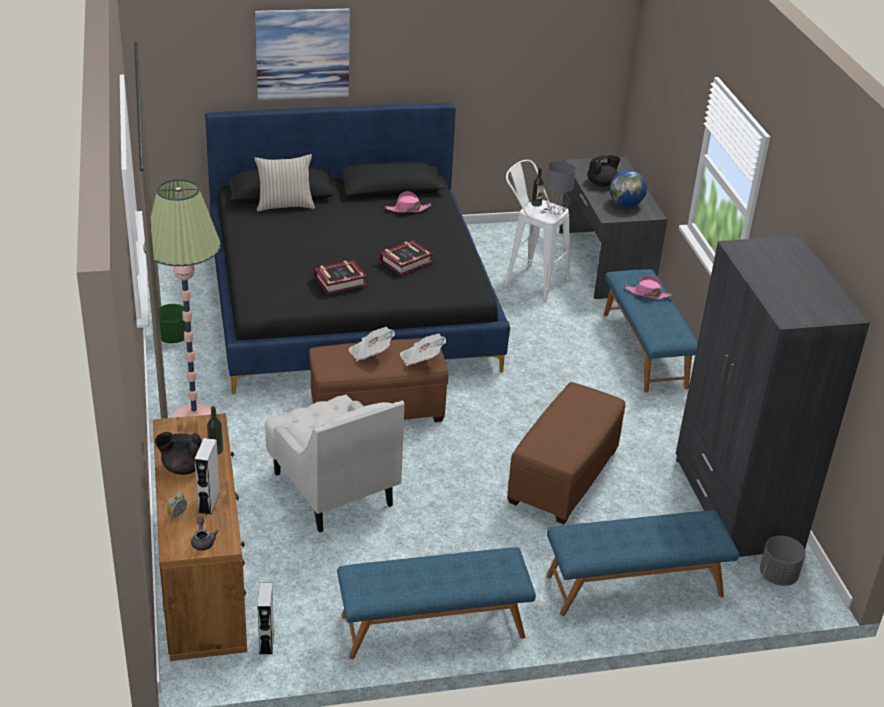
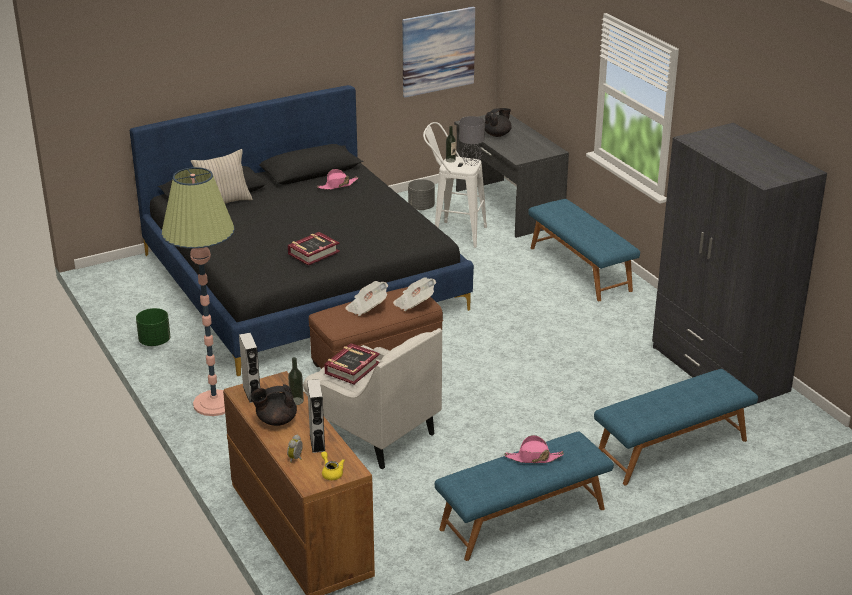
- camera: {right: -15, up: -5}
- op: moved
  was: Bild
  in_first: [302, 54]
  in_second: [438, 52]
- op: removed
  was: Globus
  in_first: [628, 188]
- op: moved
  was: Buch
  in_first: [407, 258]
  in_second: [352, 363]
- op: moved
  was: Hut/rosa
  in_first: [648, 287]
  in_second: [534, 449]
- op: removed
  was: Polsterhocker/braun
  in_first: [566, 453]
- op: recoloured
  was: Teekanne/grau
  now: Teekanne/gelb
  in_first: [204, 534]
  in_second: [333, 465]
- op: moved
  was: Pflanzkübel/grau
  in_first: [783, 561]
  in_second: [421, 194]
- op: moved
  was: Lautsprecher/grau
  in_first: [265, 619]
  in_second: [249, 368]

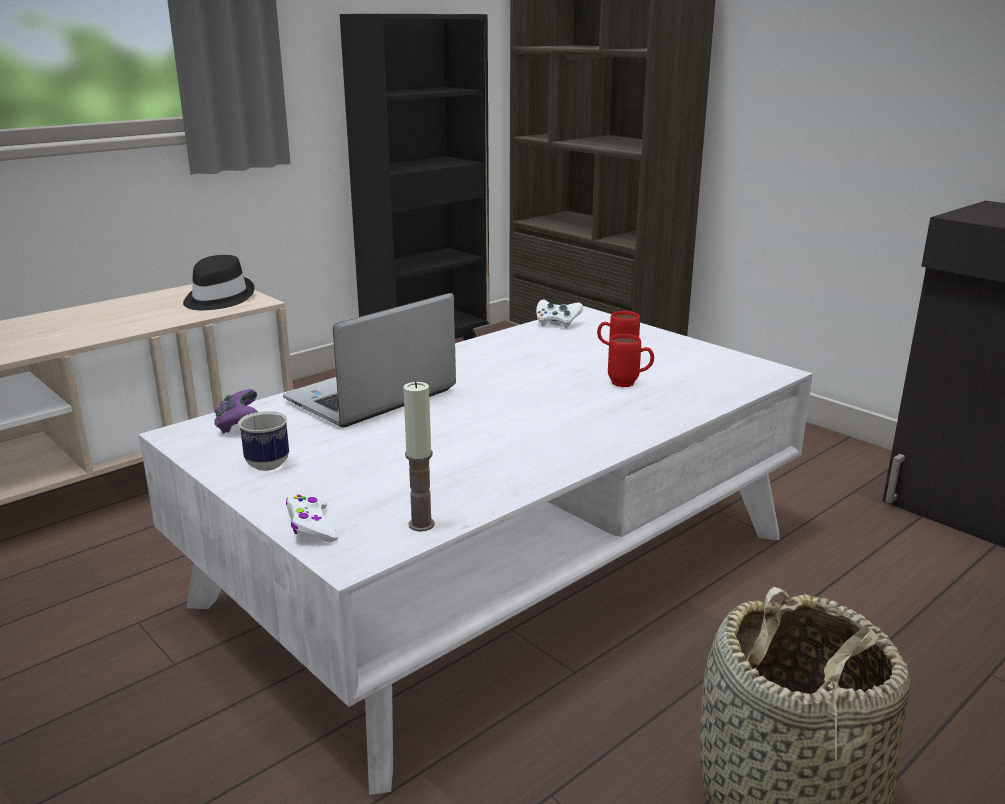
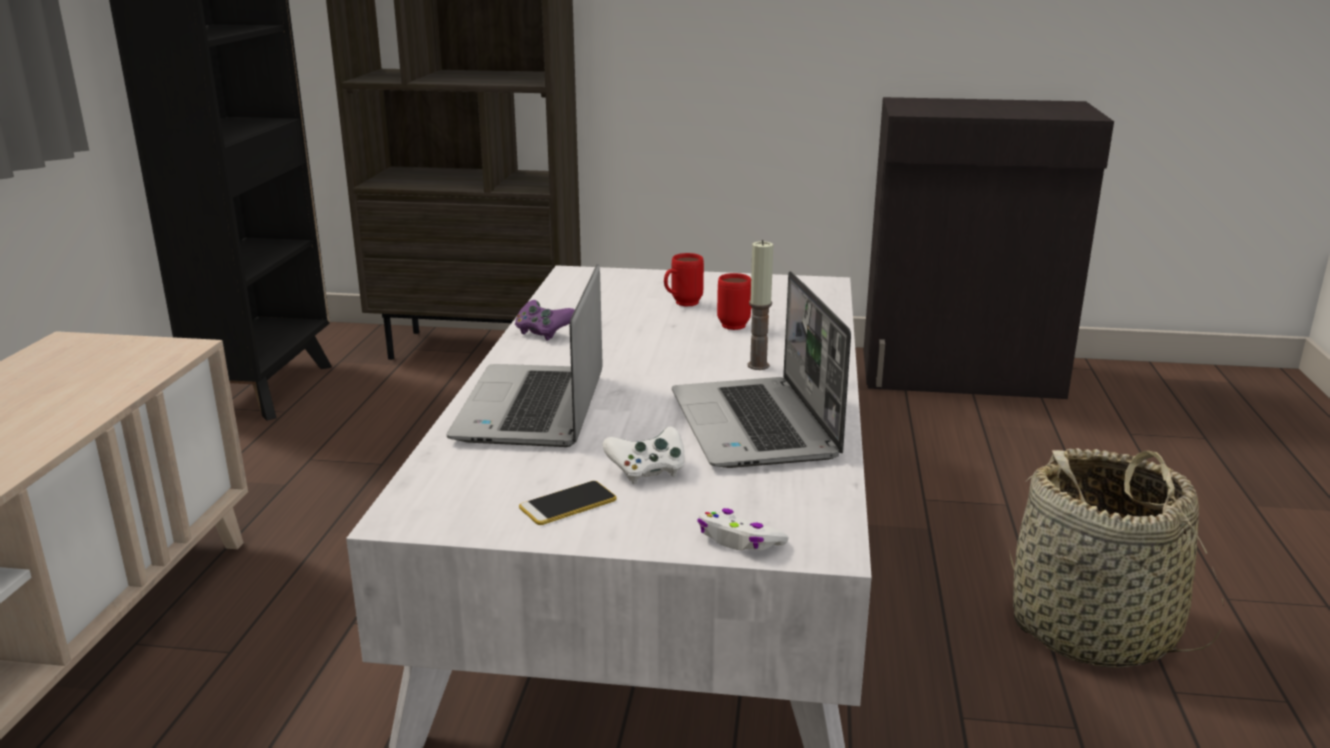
- camera: {right: -40, up: 0}
- op: removed
  was: Hut/schwarz
  in_first: [219, 282]
- op: moved
  was: Gamepad/weiß
  in_first: [559, 314]
  in_second: [644, 455]
- op: moved
  was: Kerze
  in_first: [419, 456]
  in_second: [760, 305]
- op: moved
  was: Gamepad/lila
  in_first: [236, 411]
  in_second: [545, 320]
- op: replaced
  was: Henkelbecher
  now: Handy
  in_first: [263, 441]
  in_second: [568, 503]
- op: added
  now: Laptop
  in_second: [761, 369]

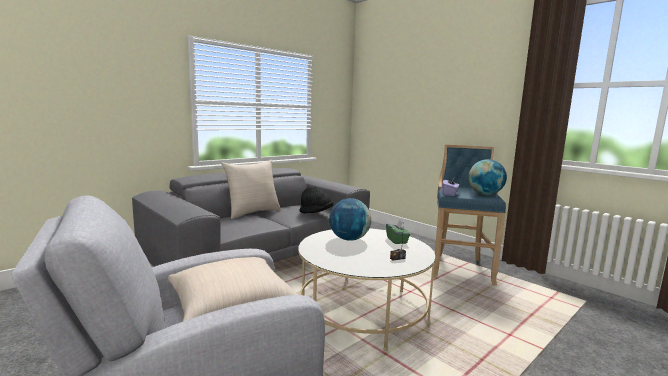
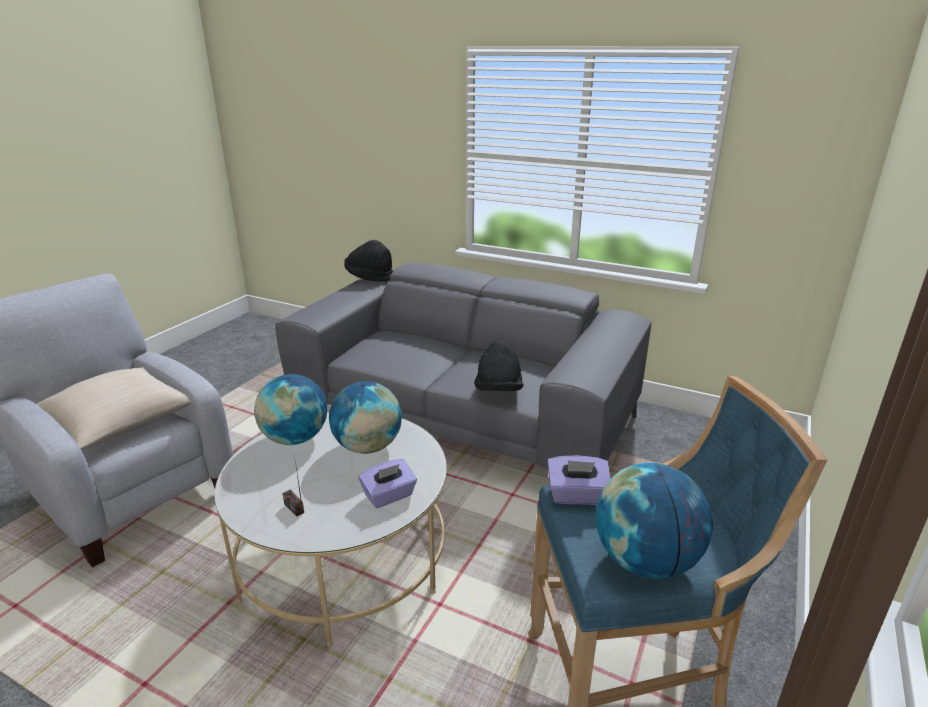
- camera: {right: 70, up: 15}
- op: removed
  was: Kissen/beige
  in_first: [251, 189]
- op: recoloured
  was: Taschentuchbox/grün
  now: Taschentuchbox/lila
  in_first: [398, 231]
  in_second: [388, 483]
- op: added
  now: Hut/schwarz
  in_second: [368, 261]
- op: added
  now: Globus
  in_second: [290, 409]

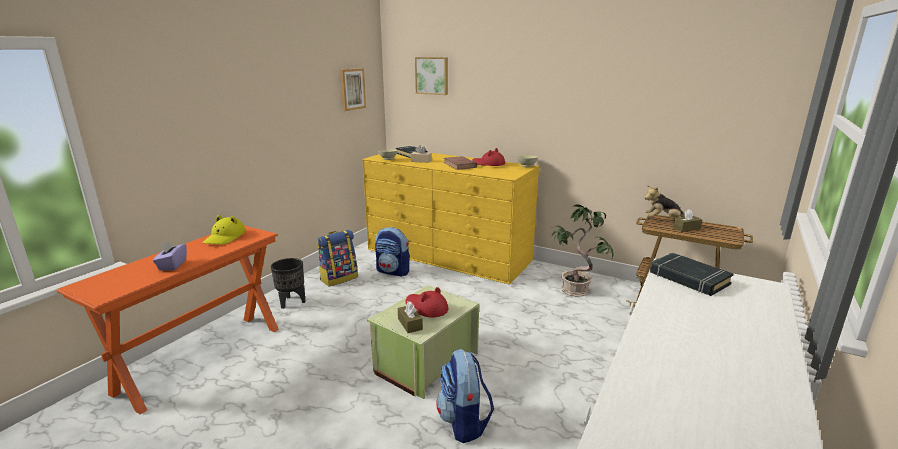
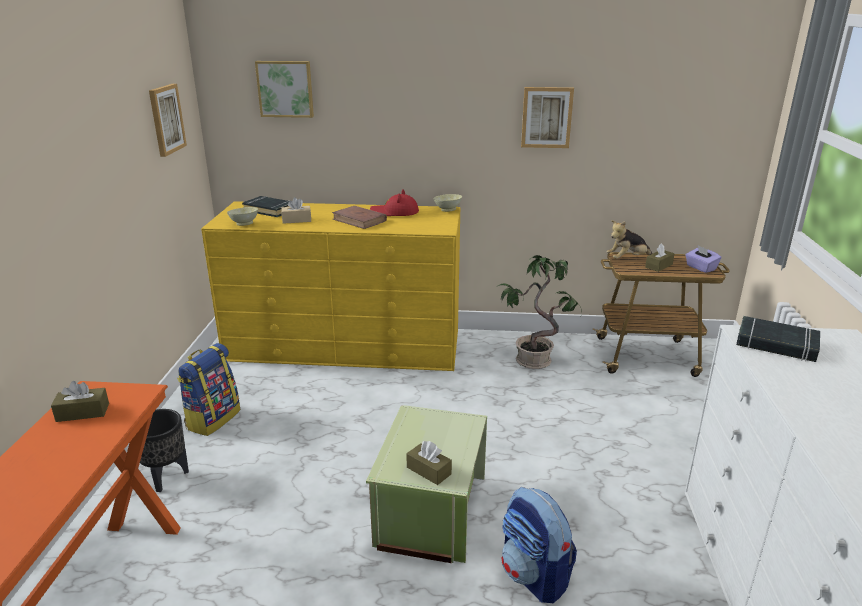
- camera: {right: -25, up: 5}
- op: replaced
  was: Hut/gelb
  now: Taschentuchbox/braun
  in_first: [224, 230]
  in_second: [80, 401]
- op: removed
  was: Rucksack
  in_first: [392, 252]
- op: moved
  was: Taschentuchbox/lila
  in_first: [170, 256]
  in_second: [703, 259]
- op: removed
  was: Hut/rot
  in_first: [427, 302]
- op: added
  now: Bild
  in_second: [547, 117]

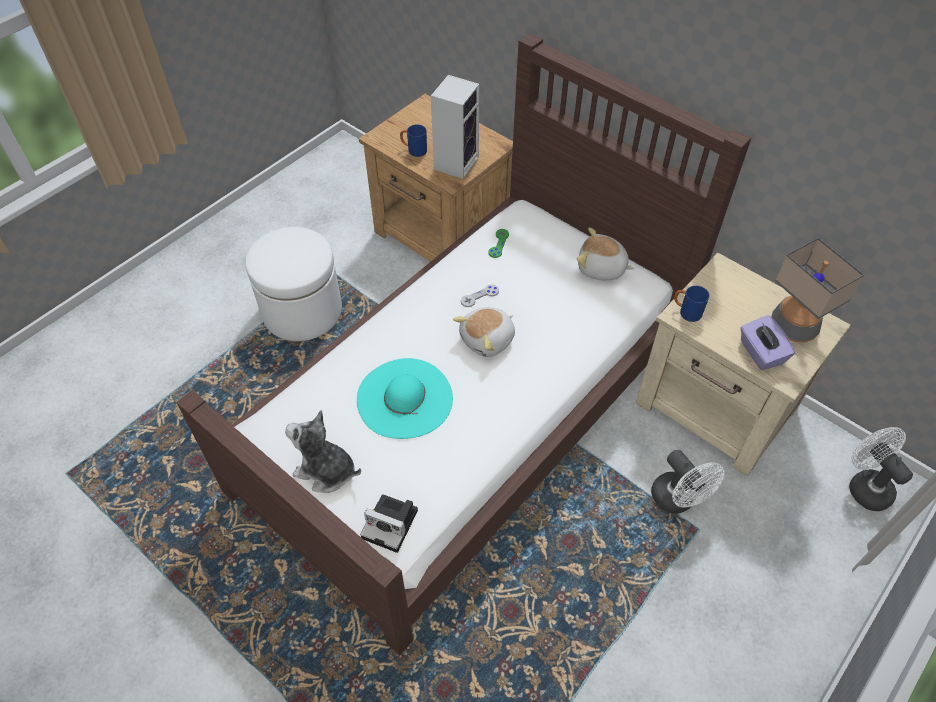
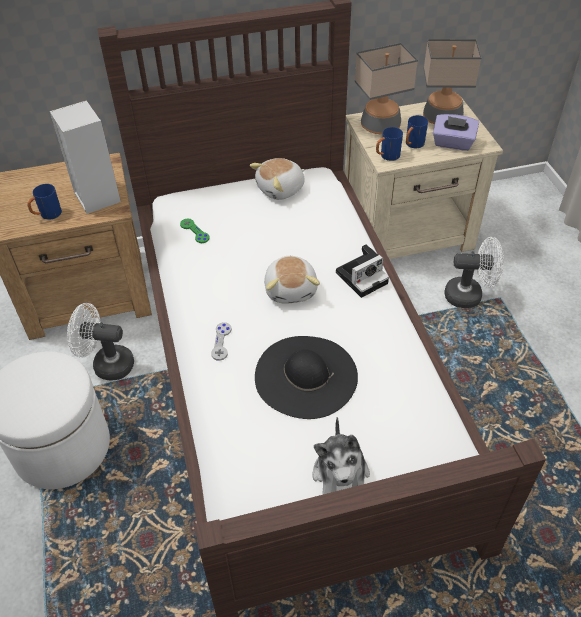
- camera: {right: -55, up: -5}
- op: moved
  was: Gamepad/grau
  in_first: [480, 295]
  in_second: [221, 341]
- op: recoloured
  was: Hut/türkis
  now: Hut/schwarz
  in_first: [405, 398]
  in_second: [306, 377]
- op: turned
  was: Plüschtier
  in_first: [323, 451]
  in_second: [341, 456]
  clockwise: -60
- op: moved
  was: Ventilator/weiß
  in_first: [881, 469]
  in_second: [100, 341]
- op: moved
  was: Kamera
  in_first: [389, 524]
  in_second: [362, 271]
- op: added
  now: Tischlampe
  in_second: [386, 89]
- op: added
  now: Henkelbecher/blau
  in_second: [417, 131]

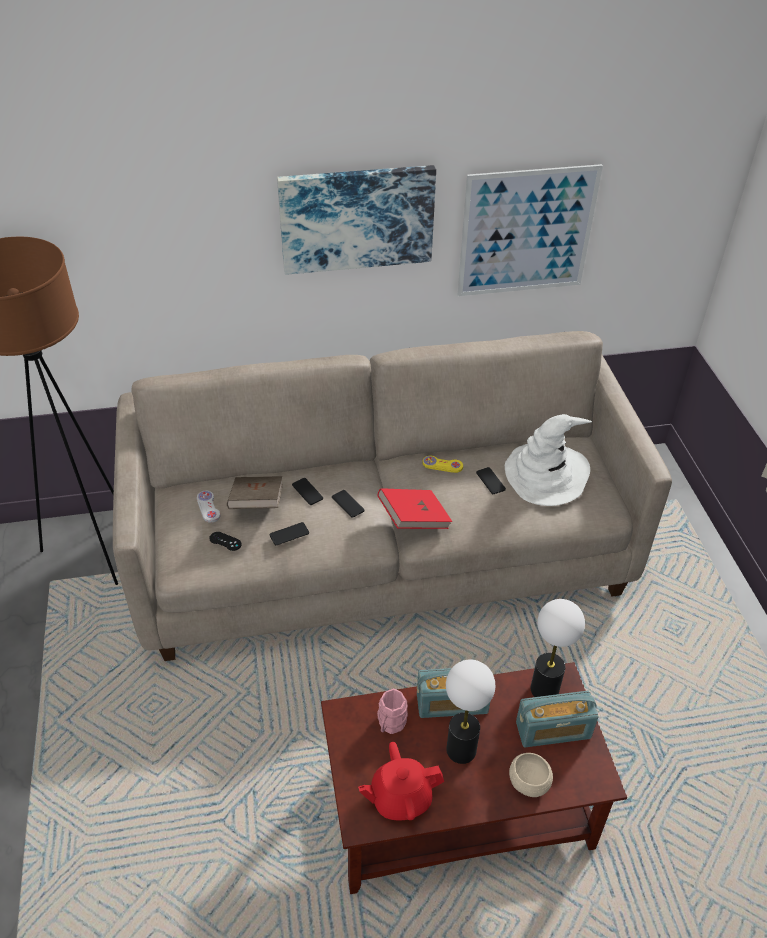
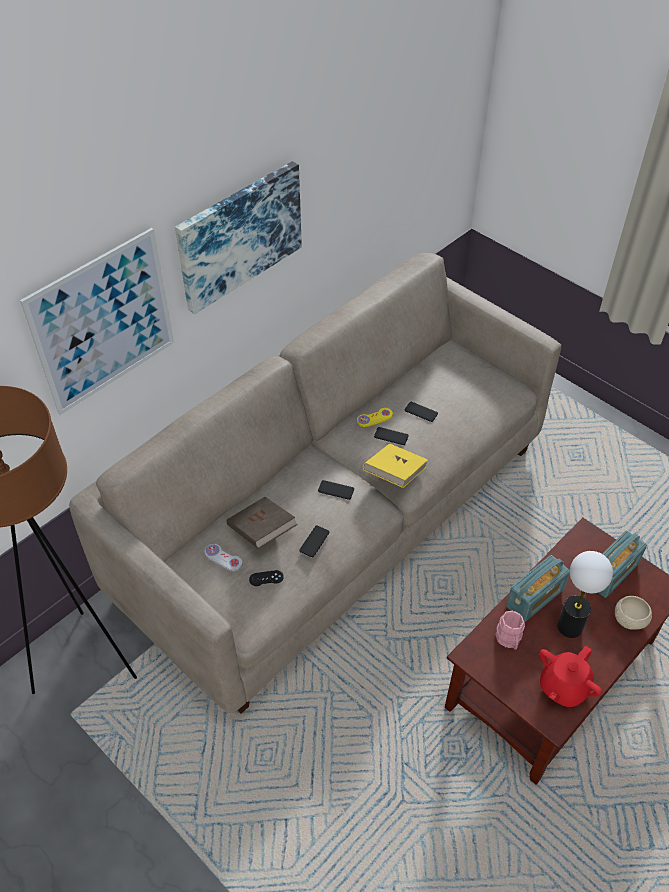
- camera: {right: -35, up: 5}
- op: moved
  was: Bild
  in_first: [530, 230]
  in_second: [97, 321]
- op: removed
  was: Hut/weiß
  in_first: [548, 460]
- op: moved
  was: Handy
  in_first: [307, 491]
  in_second: [391, 436]
- op: recoloured
  was: Buch/rot
  now: Buch/gelb
  in_first: [415, 508]
  in_second: [395, 465]
- op: removed
  was: Tischlampe
  in_first: [558, 648]

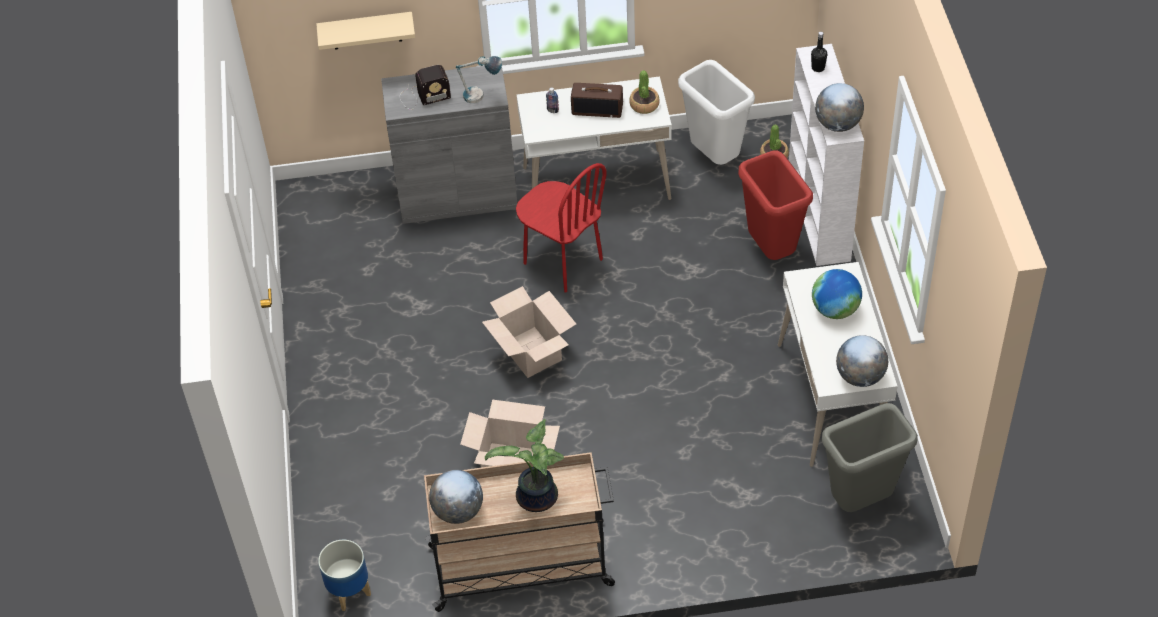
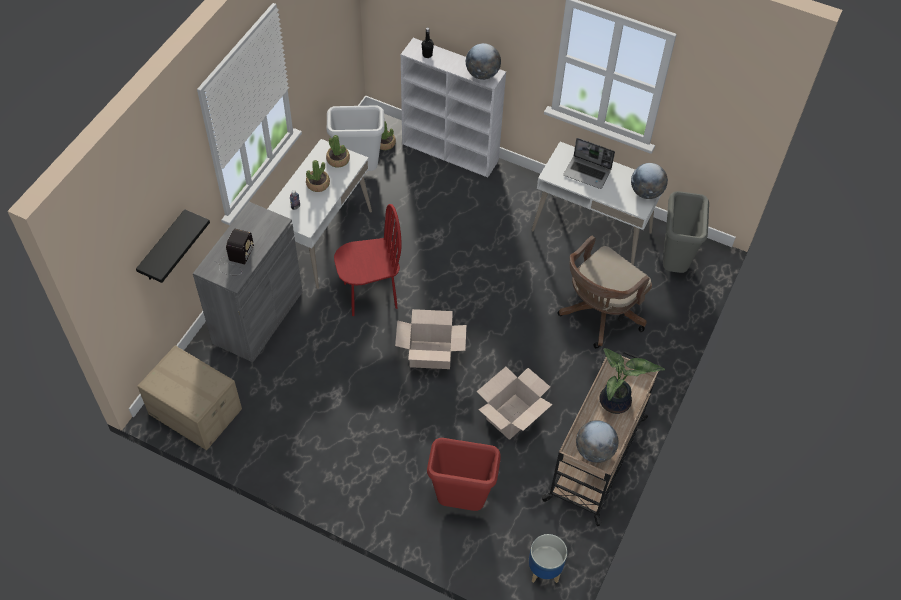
- camera: {right: -60, up: 5}
- op: recoloured
  was: Wandregal/beige
  now: Wandregal/schwarz
  in_first: [365, 31]
  in_second: [173, 246]
- op: removed
  was: Tischlampe
  in_first: [479, 79]
- op: replaced
  was: Radio
  now: Topfpflanze
  in_first: [597, 100]
  in_second: [318, 176]
- op: moved
  was: Mülleimer/rot
  in_first: [775, 205]
  in_second: [463, 474]
- op: replaced
  was: Globus
  now: Laptop
  in_first: [837, 294]
  in_second: [589, 163]
- op: added
  now: Bürostuhl/braun
  in_second: [605, 292]
- op: added
  now: Karton
  in_second: [189, 397]

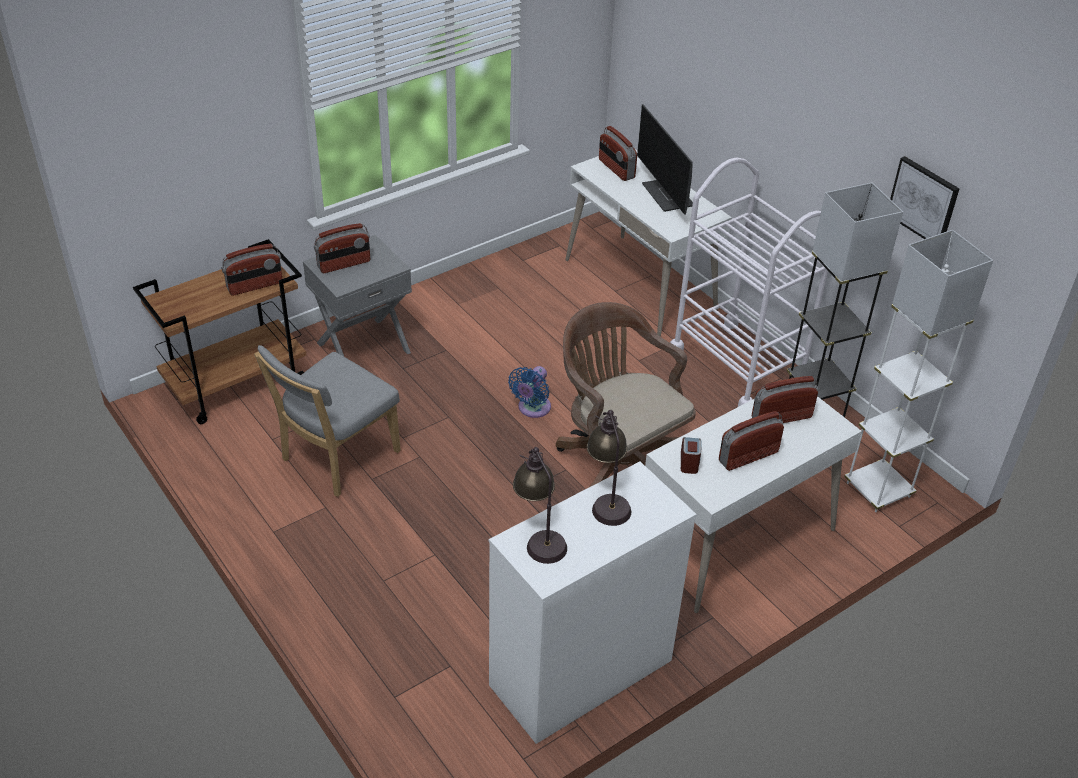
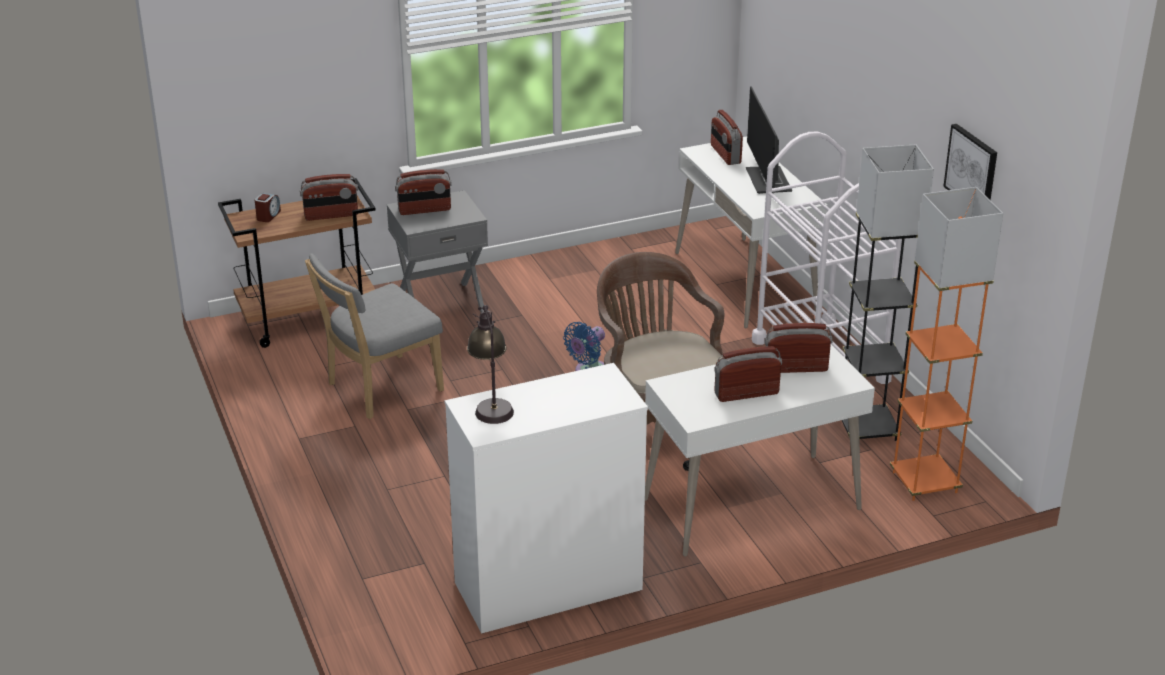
- camera: {right: 15, up: -10}
- op: recoloured
  was: Stehlampe/weiß
  now: Stehlampe/orange
  in_first: [918, 371]
  in_second: [946, 344]
- op: removed
  was: Tischlampe
  in_first: [609, 468]
- op: moved
  was: Wecker
  in_first: [691, 455]
  in_second: [268, 207]

